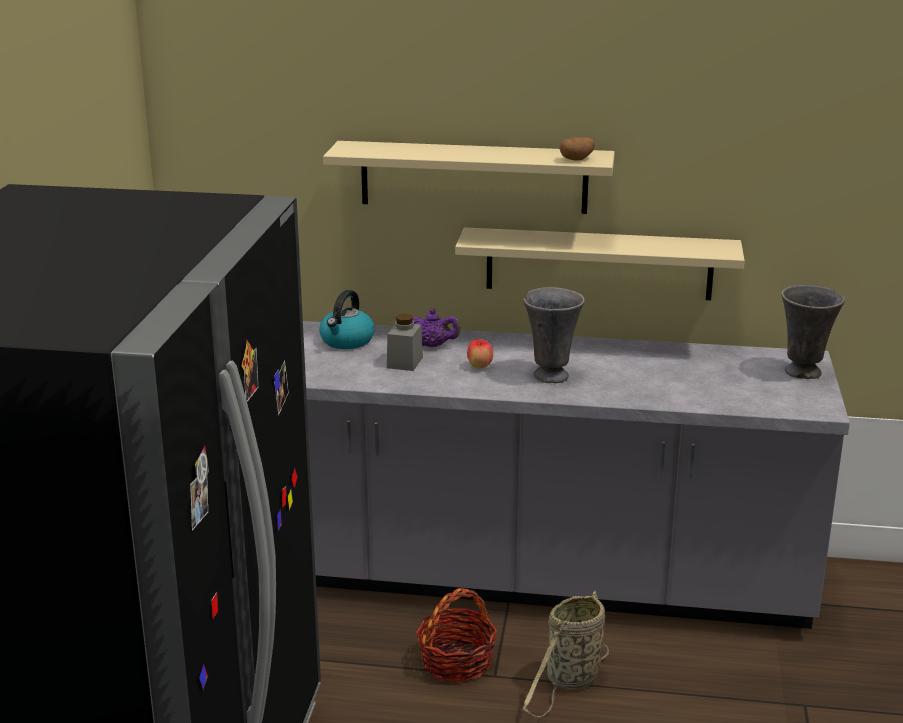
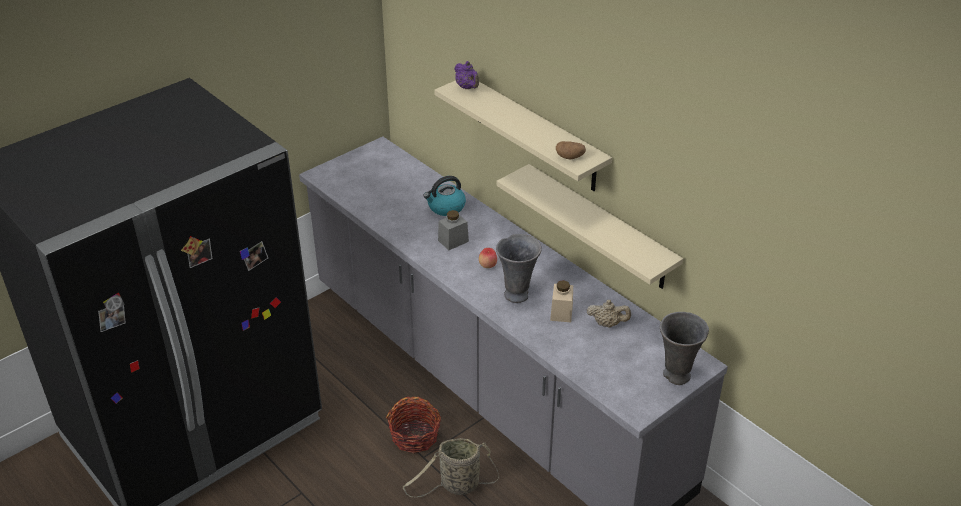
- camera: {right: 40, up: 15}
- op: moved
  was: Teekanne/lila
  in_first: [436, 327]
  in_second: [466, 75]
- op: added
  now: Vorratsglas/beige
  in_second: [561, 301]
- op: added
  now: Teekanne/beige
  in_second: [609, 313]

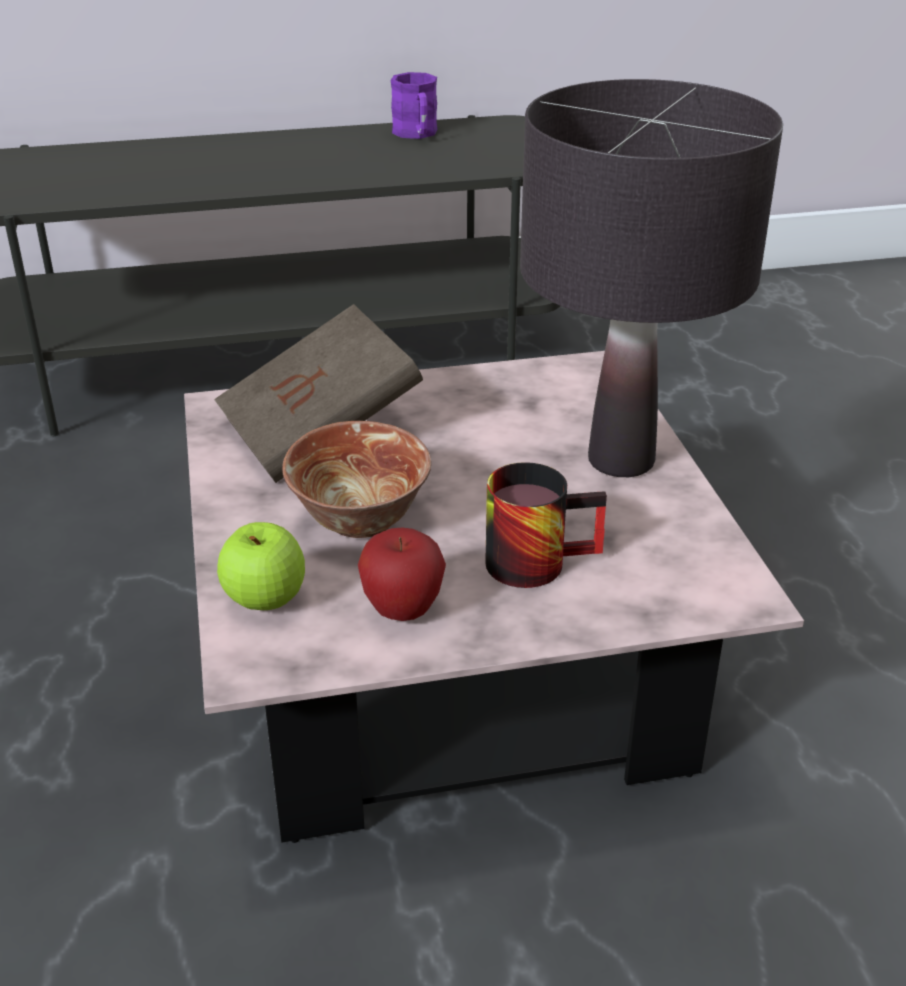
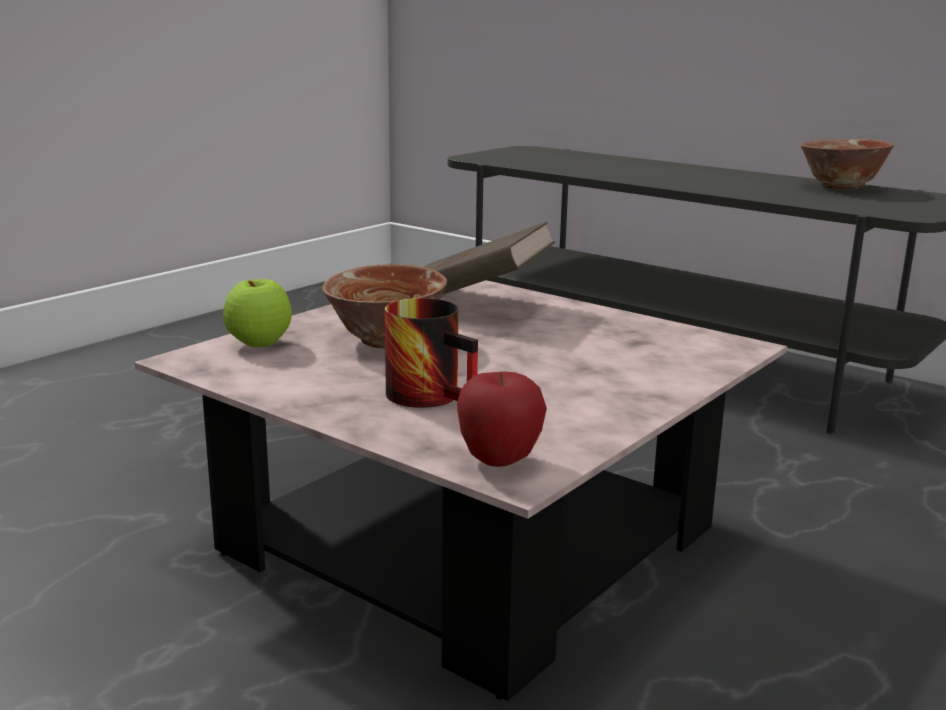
- camera: {right: 50, up: -15}
- op: replaced
  was: Henkelbecher/lila
  now: Schüssel
  in_first: [414, 105]
  in_second: [847, 164]
- op: removed
  was: Tischlampe/schwarz
  in_first: [651, 278]
- op: moved
  was: Apfel
  in_first: [402, 574]
  in_second: [502, 419]

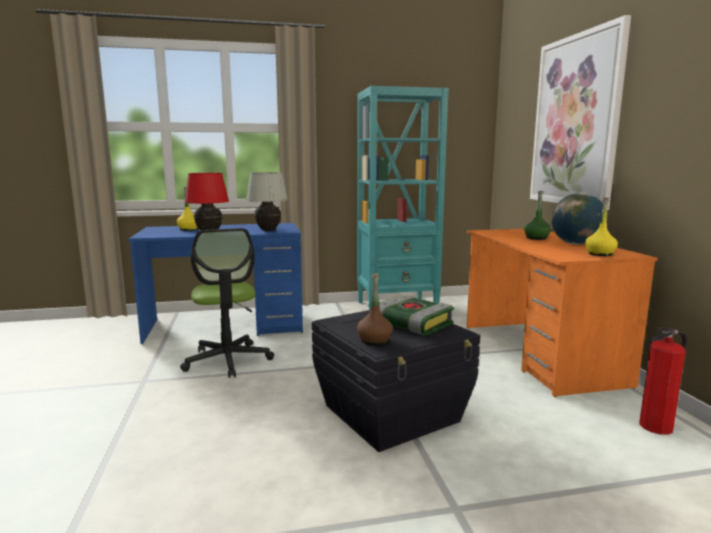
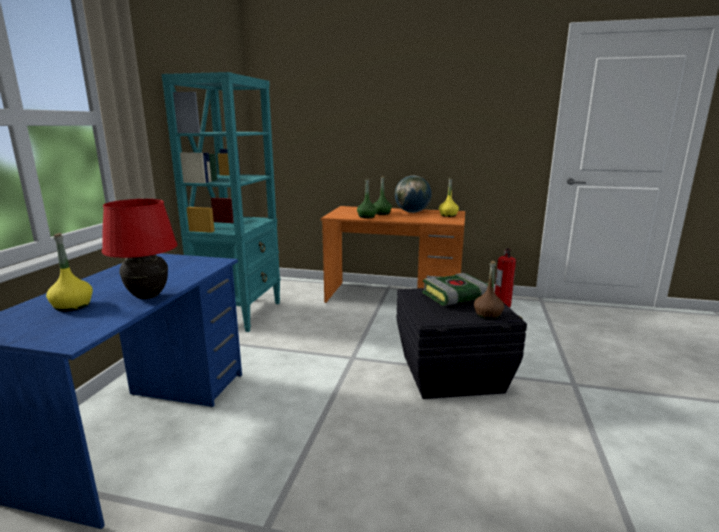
- camera: {right: -65, up: 5}
- op: removed
  was: Bild
  in_first: [580, 112]
- op: removed
  was: Tischlampe/weiß
  in_first: [267, 201]
- op: removed
  was: Bürostuhl
  in_first: [227, 303]
- op: added
  now: Flasche/grün
  in_second: [367, 198]

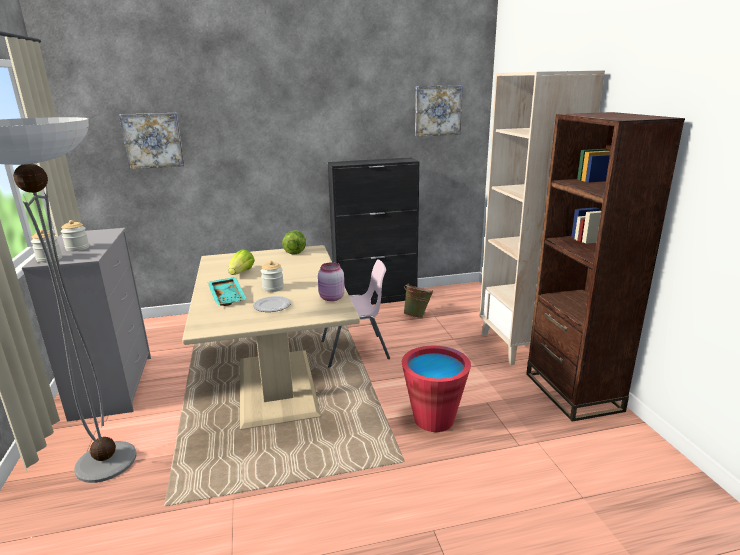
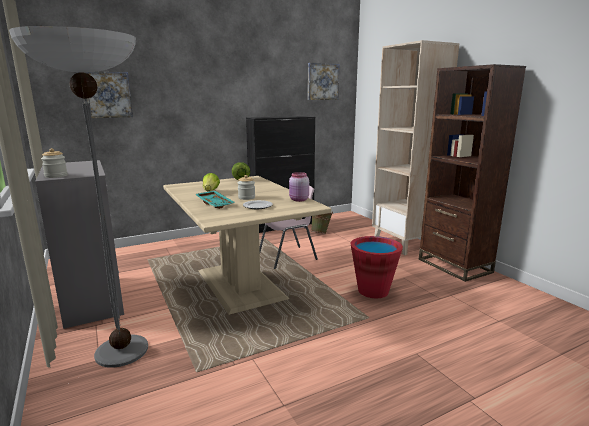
- camera: {right: -15, up: -5}
- op: removed
  was: Vorratsglas
  in_first: [75, 236]

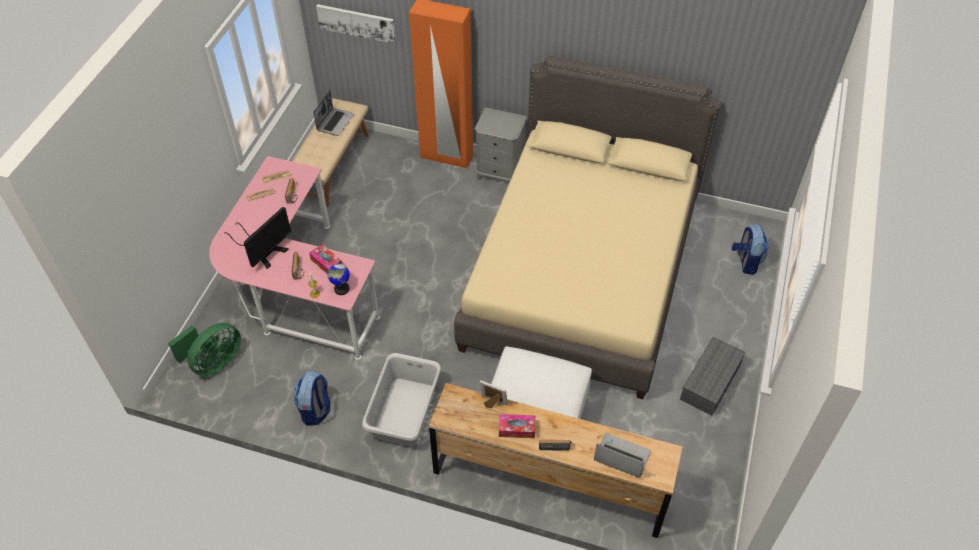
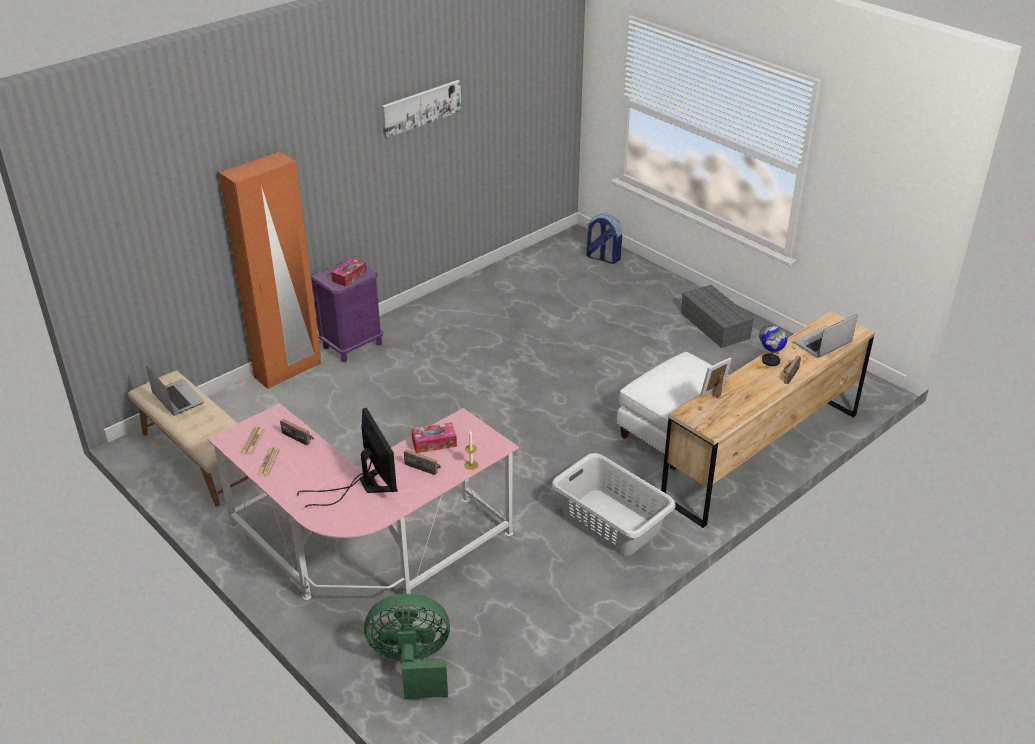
- camera: {right: -60, up: -15}
- op: moved
  was: Bild
  in_first: [356, 24]
  in_second: [421, 109]
- op: removed
  was: Bett/beige
  in_first: [587, 228]
- op: recoloured
  was: Nachttisch/grau
  now: Nachttisch/lila
  in_first: [501, 144]
  in_second: [347, 311]
- op: moved
  was: Globus
  in_first: [339, 277]
  in_second: [773, 344]
- op: turned
  was: Ventilator/grün
  in_first: [204, 349]
  in_second: [407, 646]
  clockwise: -75
- op: removed
  was: Rucksack
  in_first: [312, 398]
- op: moved
  was: Taschentuchbox
  in_first: [517, 426]
  in_second: [349, 272]

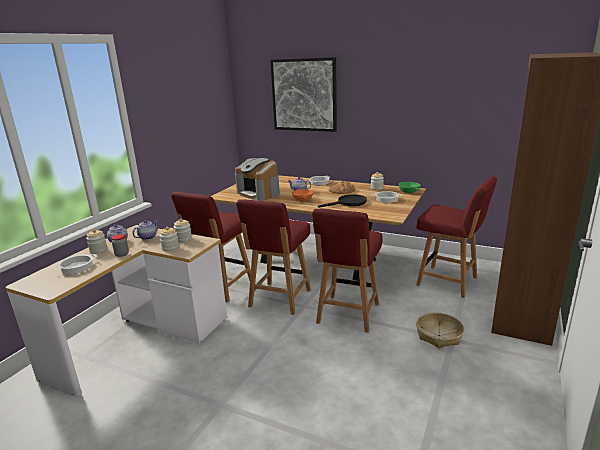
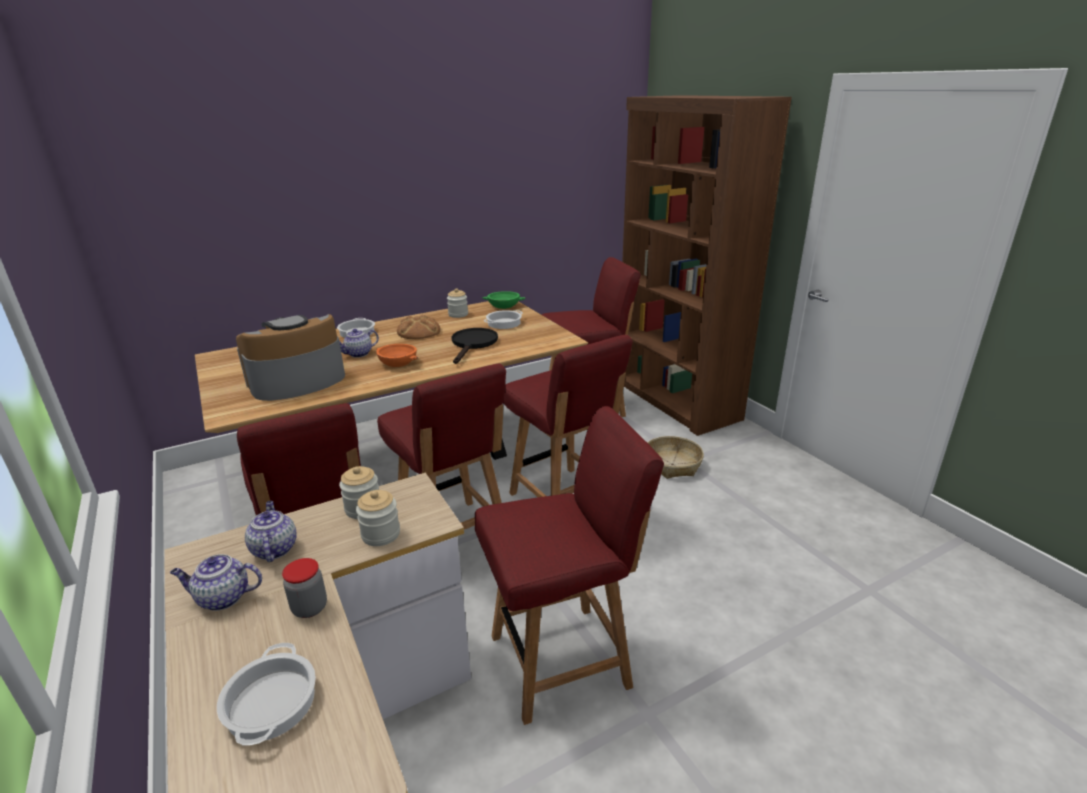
- camera: {right: -55, up: 5}
- op: removed
  was: Bild
  in_first: [303, 94]
- op: turned
  was: Kaffeemaschine
  in_first: [257, 179]
  in_second: [290, 357]
  clockwise: 150
- op: removed
  was: Vorratsglas
  in_first: [96, 241]
- op: added
  now: Stuhl/rot
  in_second: [569, 565]

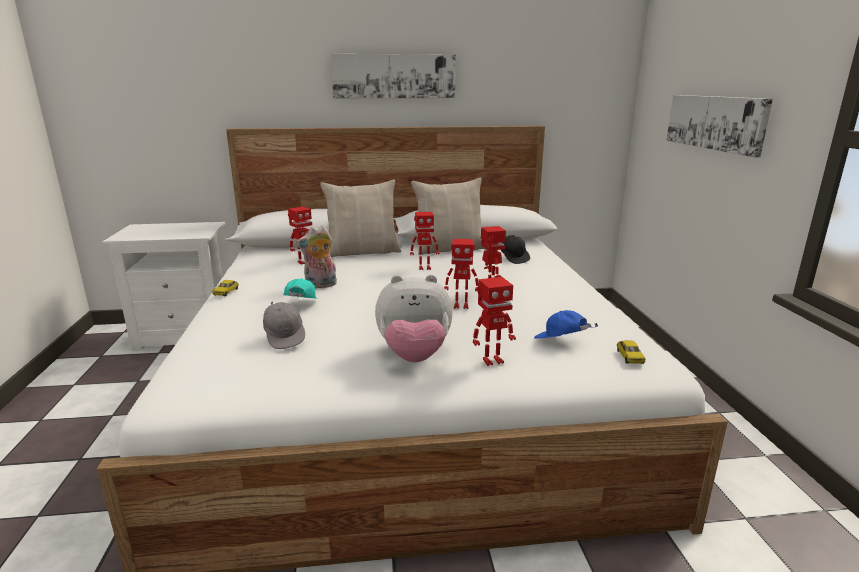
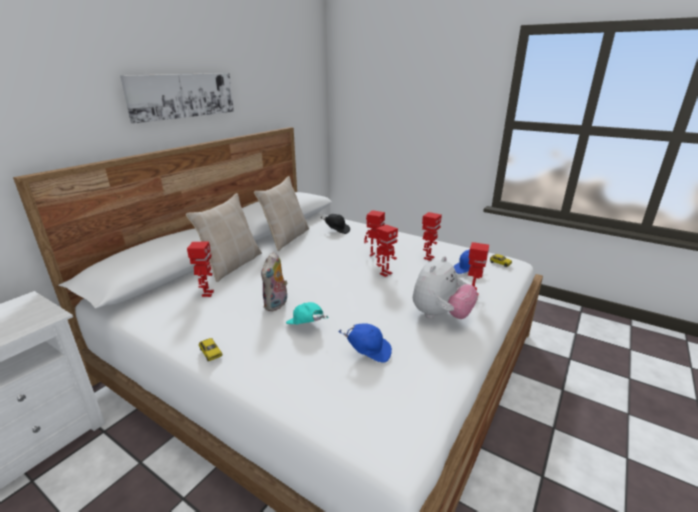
- camera: {right: -50, up: 5}
- op: removed
  was: Bild
  in_first: [719, 126]
- op: moved
  was: Spielzeugroboter
  in_first: [424, 241]
  in_second: [432, 236]
- op: recoloured
  was: Kappe/grau
  now: Kappe/blau
  in_first: [284, 325]
  in_second: [365, 343]

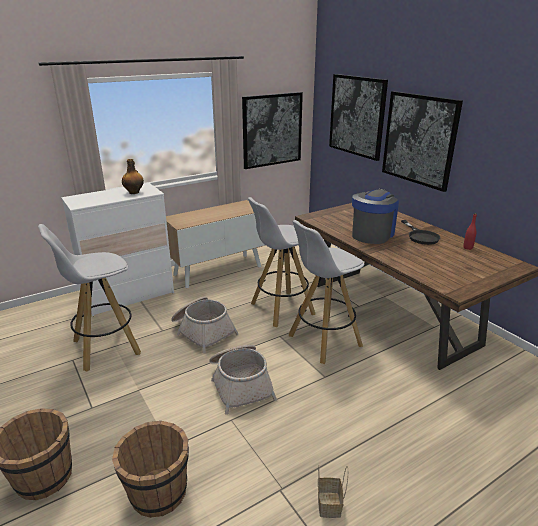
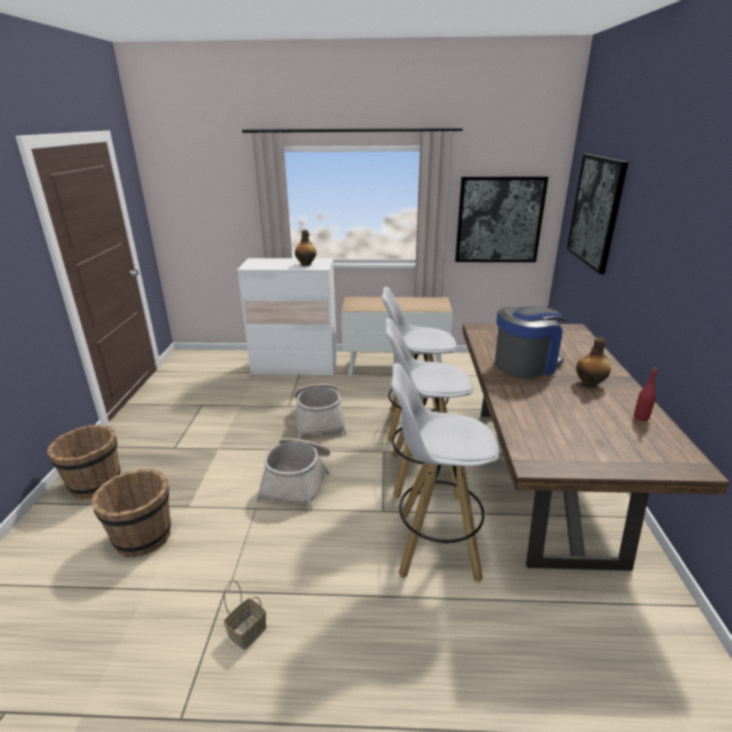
- camera: {right: 35, up: 0}
- op: removed
  was: Bild
  in_first: [422, 141]
- op: replaced
  was: Pfanne/schwarz
  now: Flasche
  in_first: [420, 232]
  in_second: [593, 362]
- op: moved
  was: Hocker/weiß
  in_first: [89, 298]
  in_second: [445, 472]

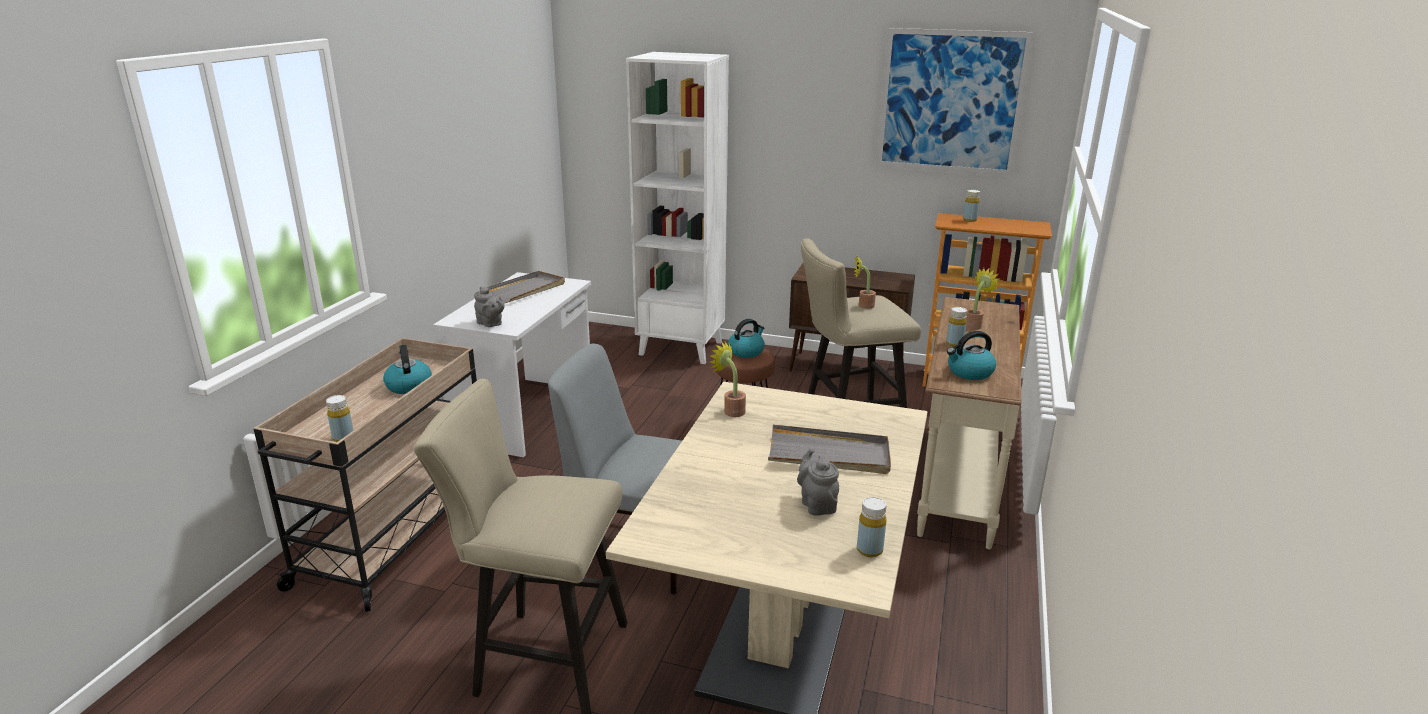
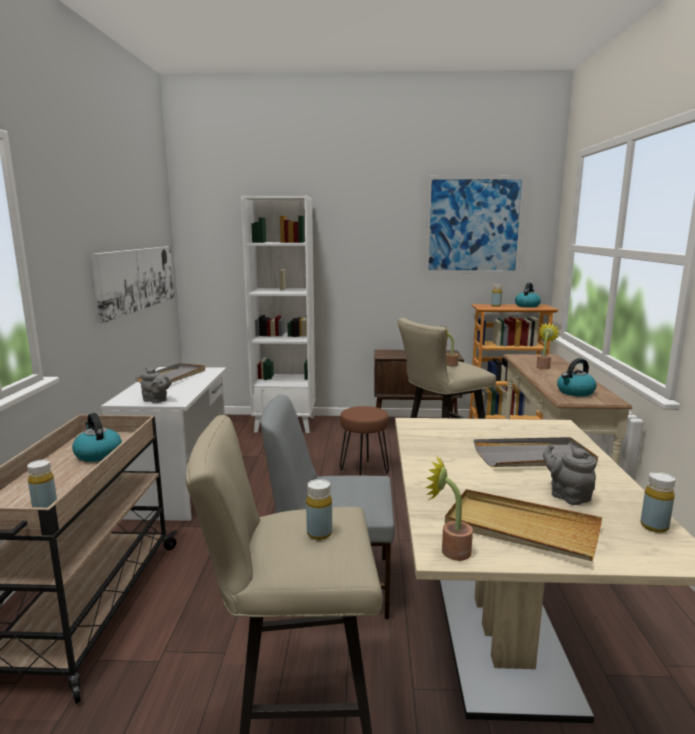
- camera: {right: -15, up: -10}
- op: moved
  was: Flasche/gelb
  in_first: [956, 327]
  in_second: [319, 509]
- op: moved
  was: Wasserkessel
  in_first: [746, 338]
  in_second: [528, 295]
- op: moved
  was: Topfpflanze
  in_first: [727, 379]
  in_second: [449, 509]
- op: added
  now: Bild
  in_second: [132, 285]
- op: added
  now: Tablett/beige
  in_second: [523, 525]

